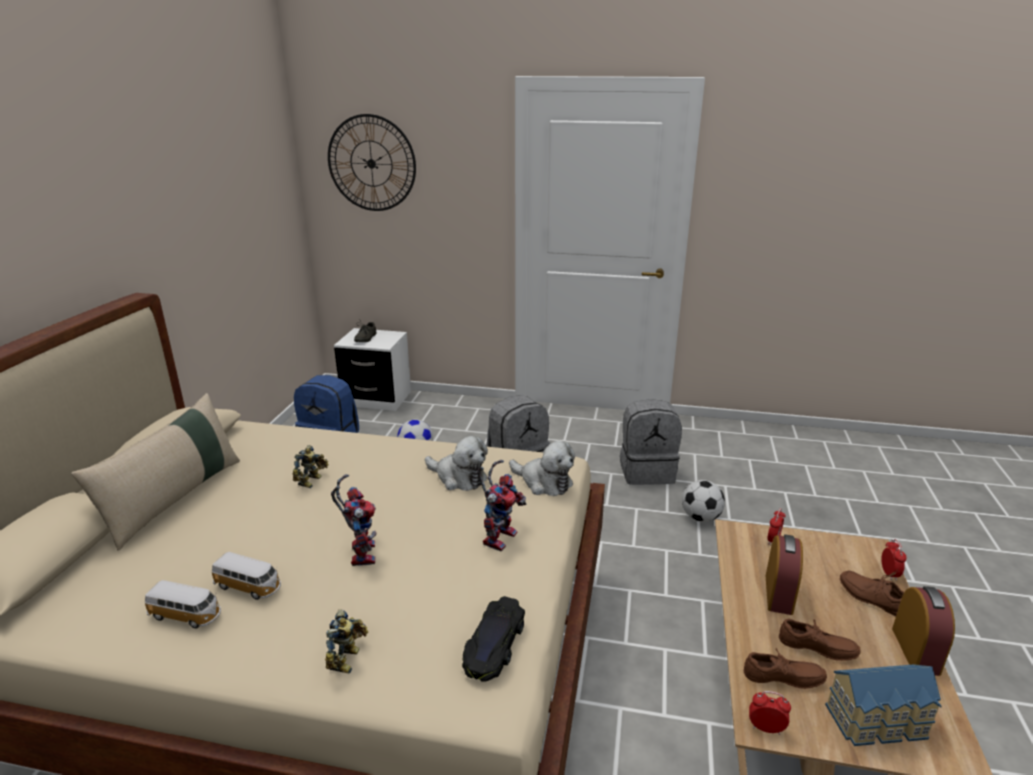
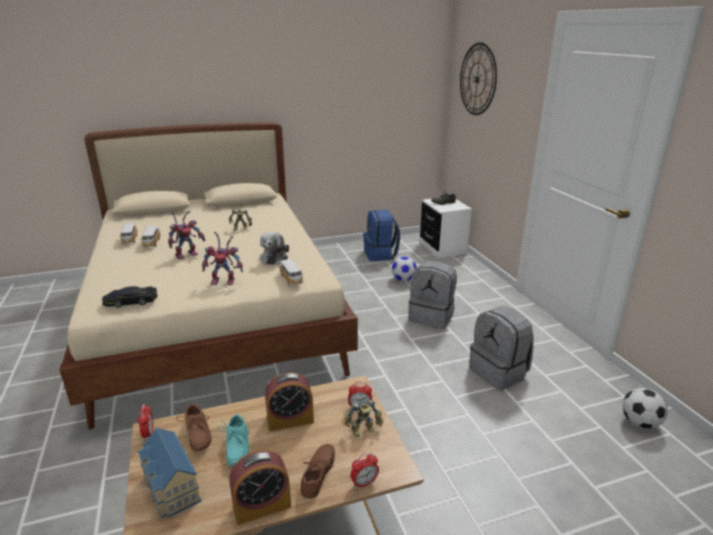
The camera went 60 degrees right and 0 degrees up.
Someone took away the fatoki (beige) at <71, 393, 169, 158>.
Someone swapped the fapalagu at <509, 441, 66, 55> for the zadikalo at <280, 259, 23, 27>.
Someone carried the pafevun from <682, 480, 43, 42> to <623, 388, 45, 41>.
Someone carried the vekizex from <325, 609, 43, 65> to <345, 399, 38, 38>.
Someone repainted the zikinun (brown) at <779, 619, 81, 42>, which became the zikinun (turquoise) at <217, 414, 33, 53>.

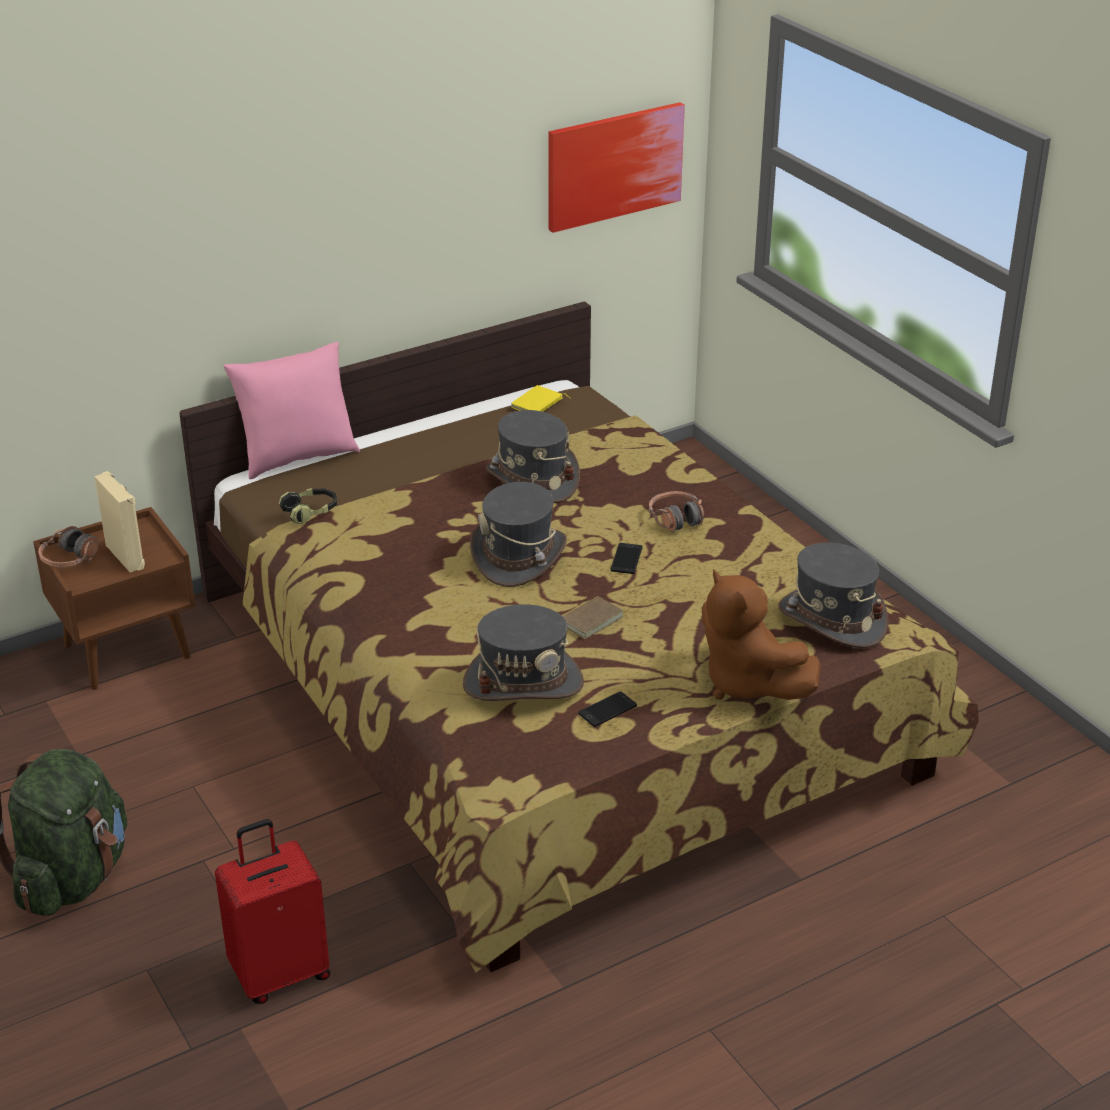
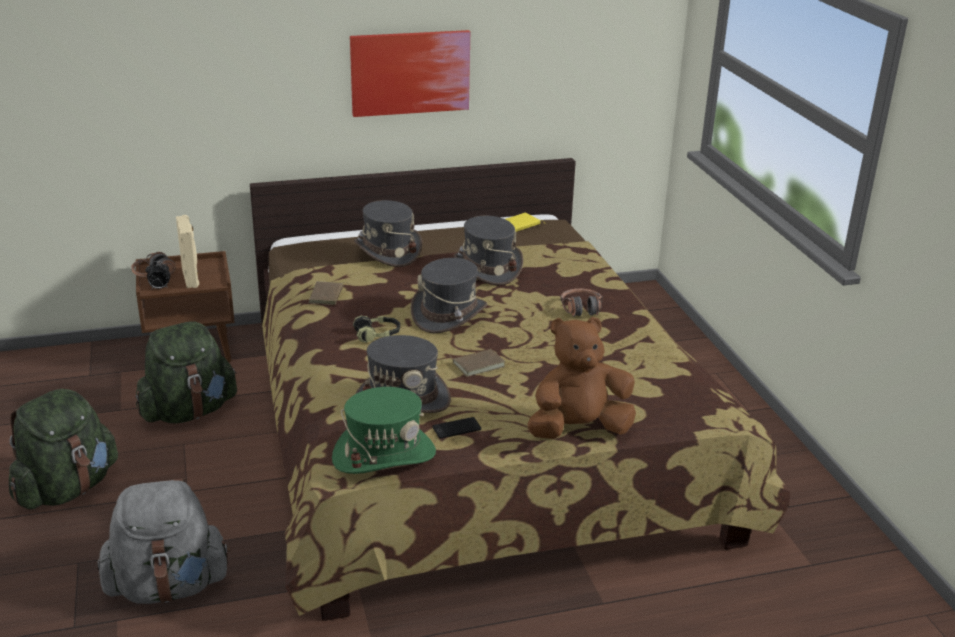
The camera went 15 degrees right and 5 degrees down.
Someone carried the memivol from <548, 102, 137, 131> to <350, 30, 120, 87>.
Someone took away the fatoki (pink) at <224, 342, 136, 137>.
Someone carried the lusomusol from <279, 488, 58, 36> to <353, 315, 47, 28>.
Someone took away the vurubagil at <611, 543, 32, 31>.
Someone carried the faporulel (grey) from <778, 543, 111, 105> to <354, 200, 68, 67>.
Someone rotated the fapalagu (brown) at <702, 570, 119, 130> by 90 degrees clockwise.
Someone swapped the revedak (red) at <215, 819, 115, 185> for the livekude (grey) at <97, 479, 134, 125>.
Someone put down the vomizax at <145, 261, 25, 28>.
Someone put down the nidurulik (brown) at <309, 281, 43, 24>.
Someone put down the livekude (green) at <136, 322, 101, 102>.
Someone put down the faporulel (green) at <332, 387, 104, 87>.

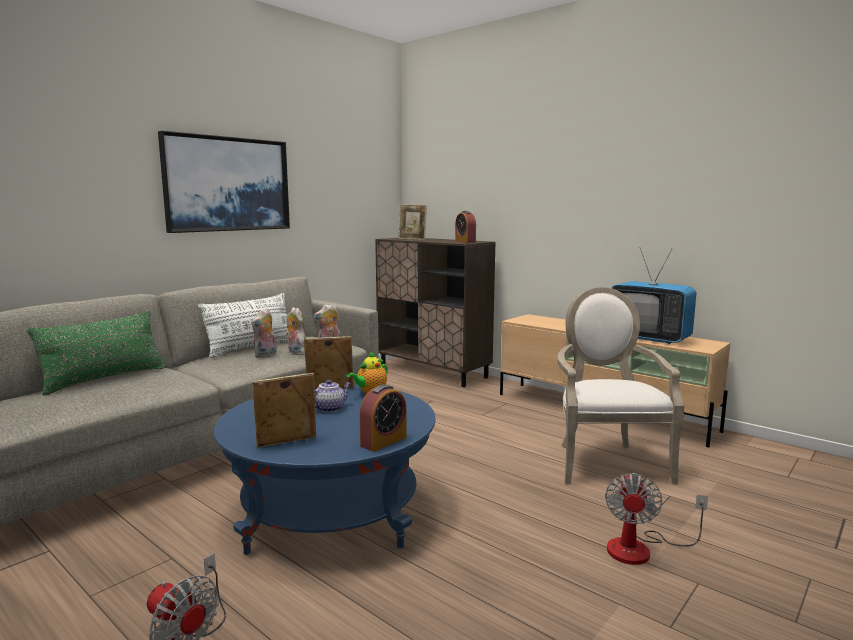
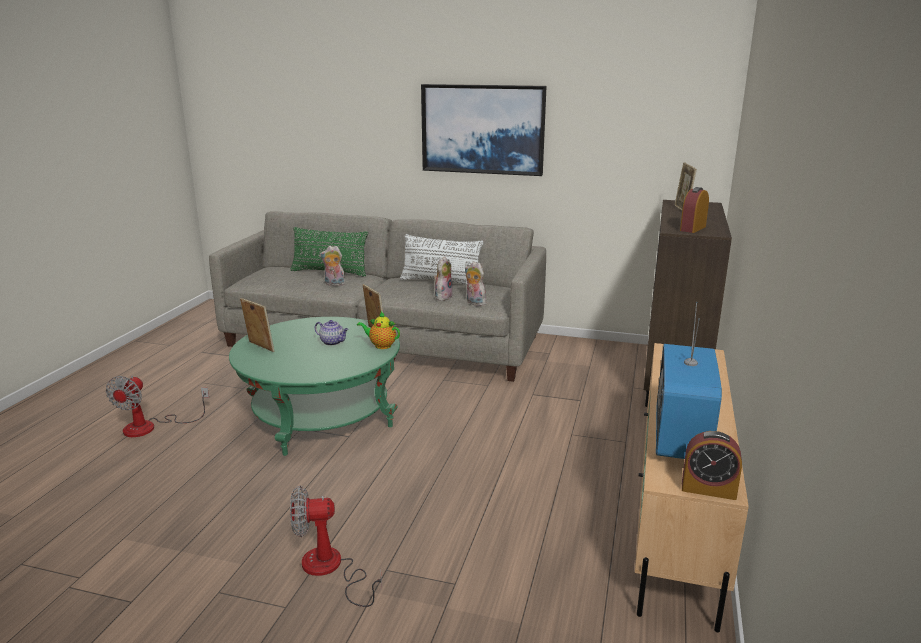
The camera went 65 degrees right and 10 degrees up.
Someone took away the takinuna at <558, 287, 126, 198>.
Someone carried the fapalagu from <251, 308, 26, 50> to <320, 246, 26, 40>.
Someone carried the vomizax from <360, 384, 47, 68> to <682, 431, 60, 69>.
Someone repainted the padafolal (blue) at <214, 385, 222, 170>, which became the padafolal (green) at <229, 317, 171, 139>.

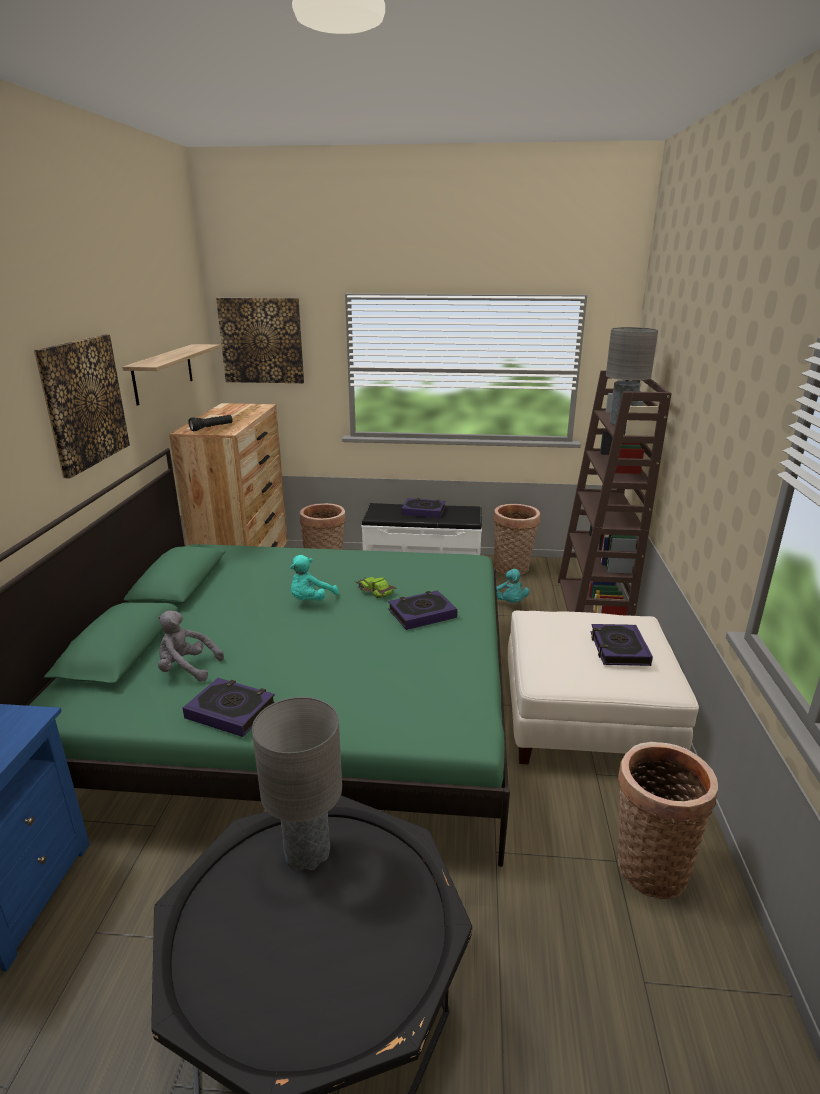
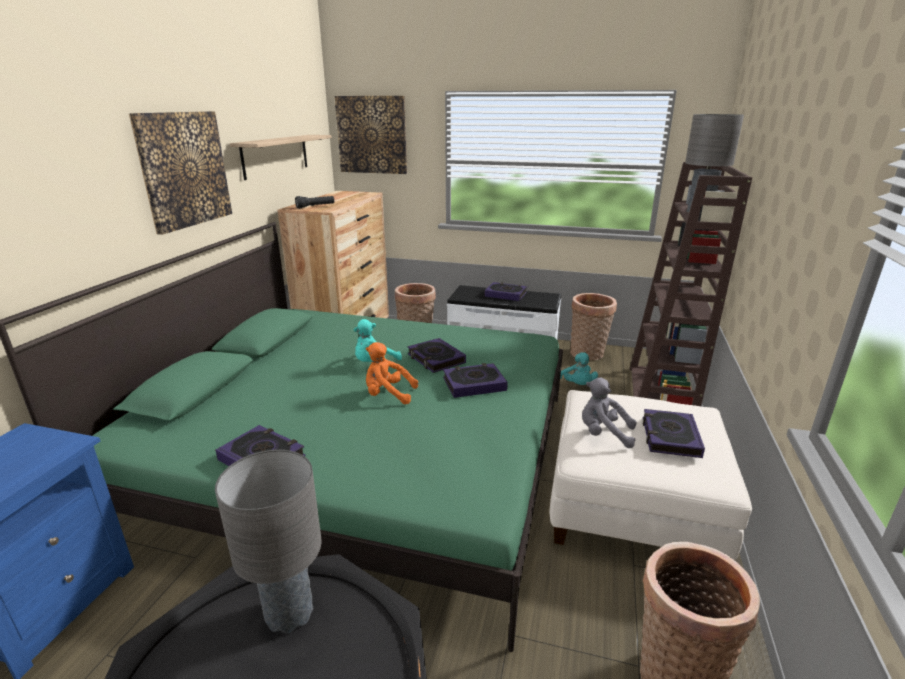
The camera went 10 degrees right and 0 degrees up.
Someone swapped the zadikalo at <353, 577, 43, 21> for the nidurulik at <408, 338, 58, 35>.
Someone carried the fapalagu (grey) from <158, 611, 66, 71> to <582, 377, 54, 71>.
Someone put down the fapalagu (orange) at <366, 342, 52, 62>.

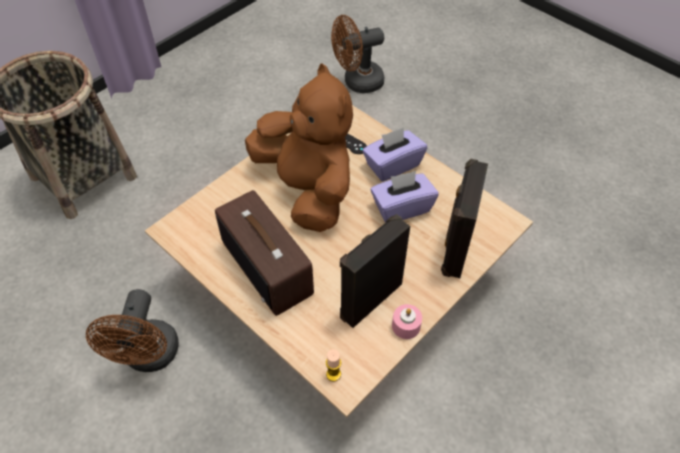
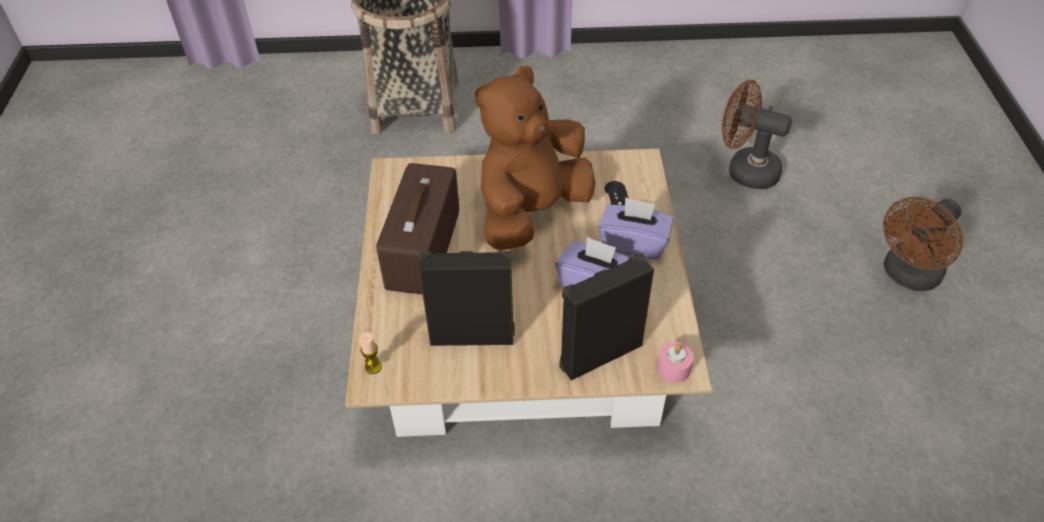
The camera went 45 degrees right and 5 degrees down.
Someone rotated the fapalagu (brown) at <245, 63, 108, 169> by 150 degrees counterclockwise.
Someone carried the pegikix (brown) from <86, 289, 93, 83> to <883, 197, 80, 94>.
Someone carried the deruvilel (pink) from <392, 304, 30, 35> to <657, 342, 36, 41>.

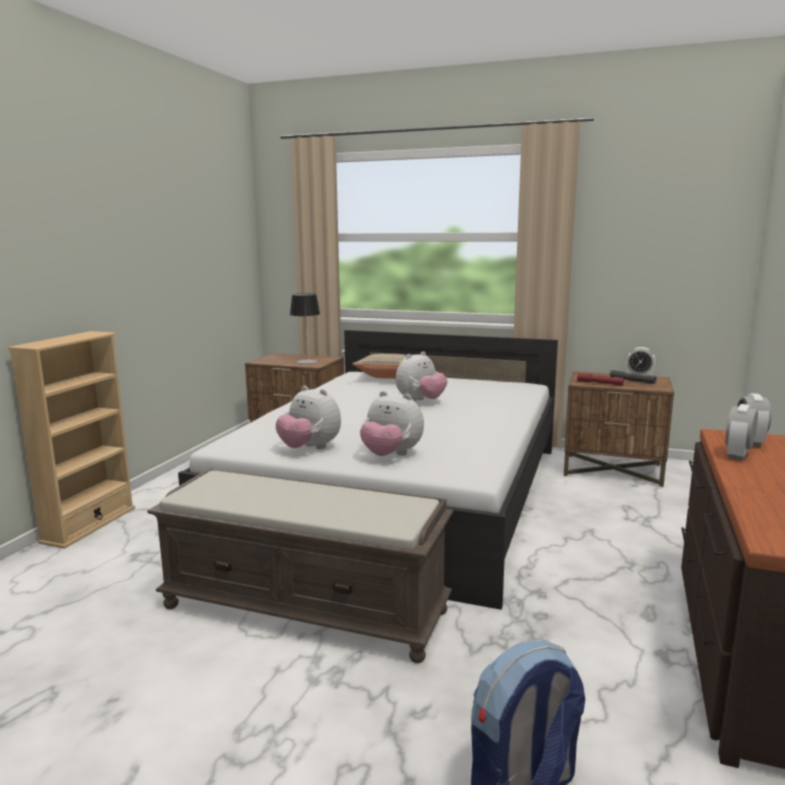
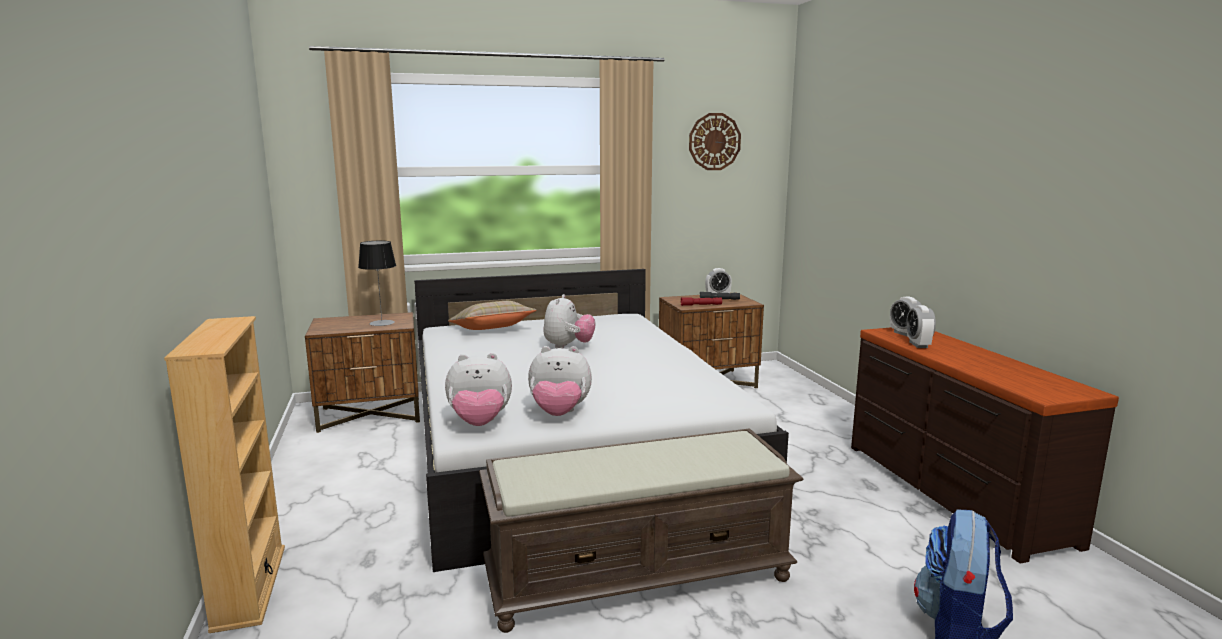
The camera went 35 degrees left and 0 degrees up.
Someone carried the fapalagu from <360, 391, 64, 65> to <445, 353, 67, 73>.
Someone put up the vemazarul at <689, 113, 52, 57>.

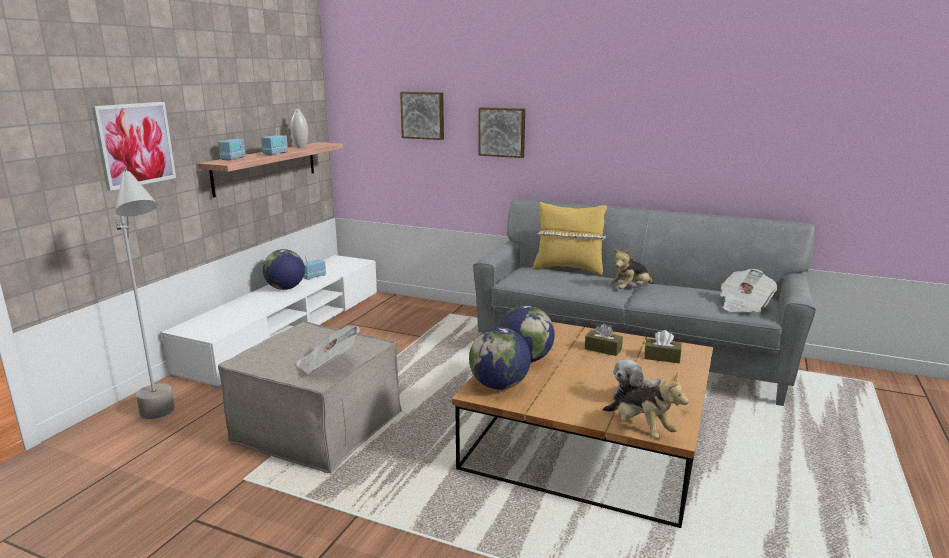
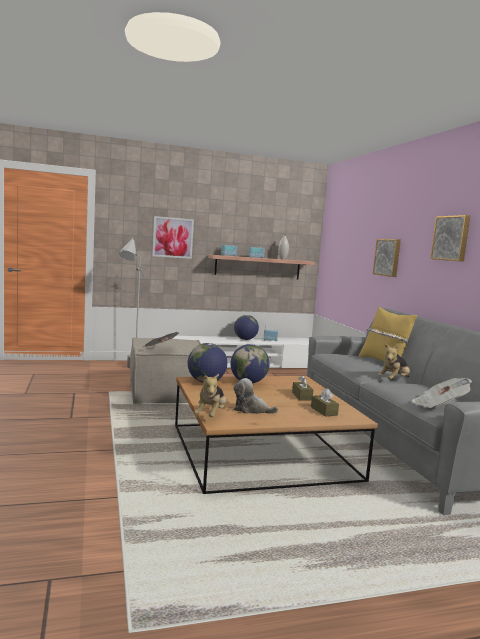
The camera went 50 degrees right and 10 degrees down.
Someone carried the memivol from <400, 92, 44, 48> to <430, 215, 40, 47>.
Someone rotated the fapalagu at <610, 249, 43, 40> by 60 degrees counterclockwise.

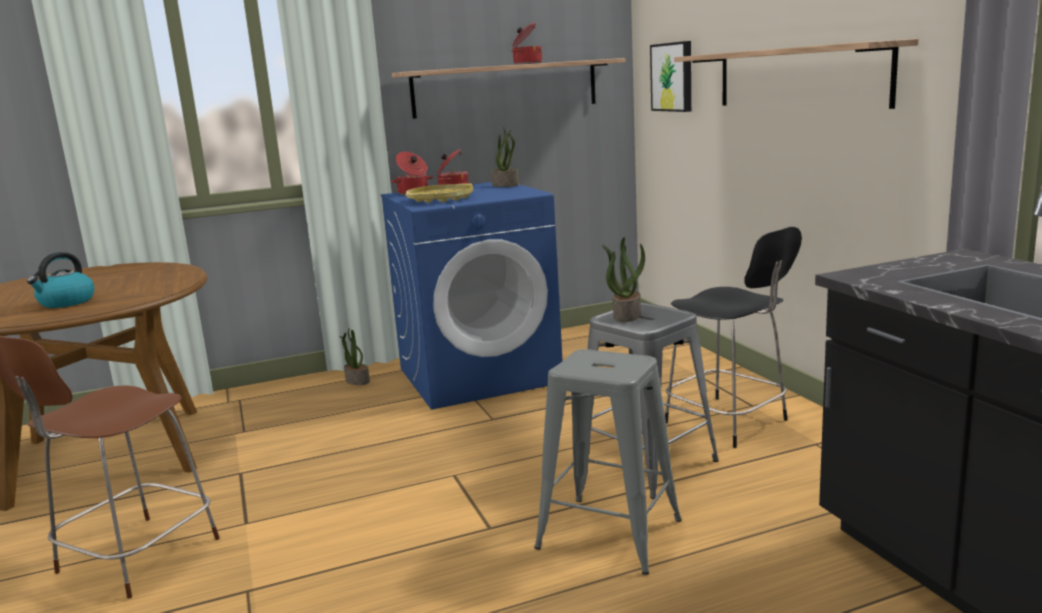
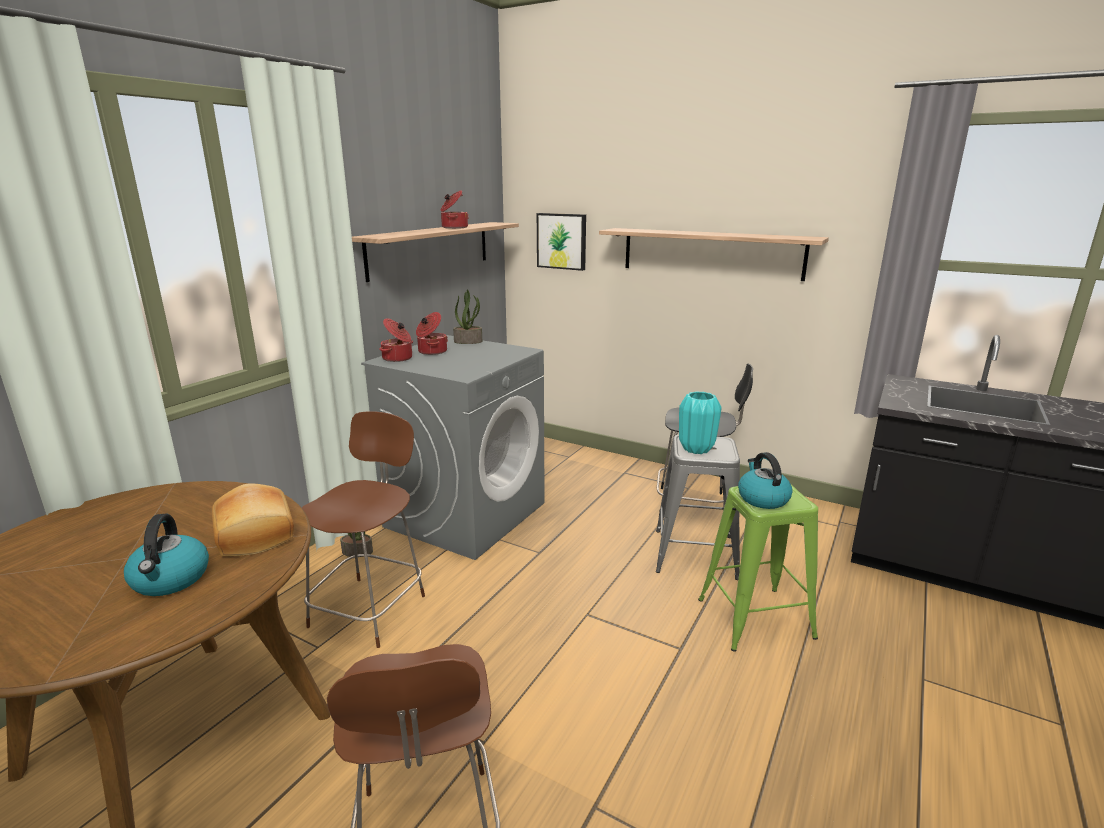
The camera went 40 degrees left and 5 degrees up.
Someone repainted the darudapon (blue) at <381, 182, 182, 228>, which became the darudapon (grey) at <361, 335, 184, 225>.
Someone took away the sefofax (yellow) at <405, 183, 68, 20>.
Someone swapped the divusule at <602, 237, 43, 85> for the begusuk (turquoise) at <679, 391, 42, 63>.
Someone repainted the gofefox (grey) at <534, 349, 148, 226>, which became the gofefox (green) at <698, 485, 120, 166>.
Someone put down the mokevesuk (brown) at <302, 411, 123, 237>.
Someone put down the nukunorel at <738, 452, 55, 57>.
Someone put down the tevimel at <212, 483, 82, 73>.

